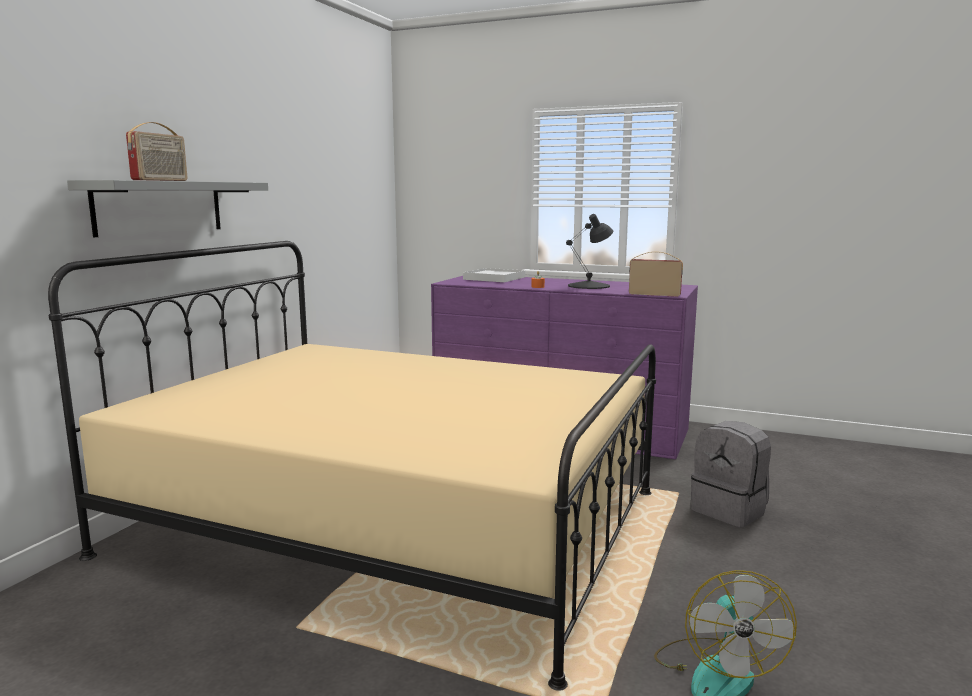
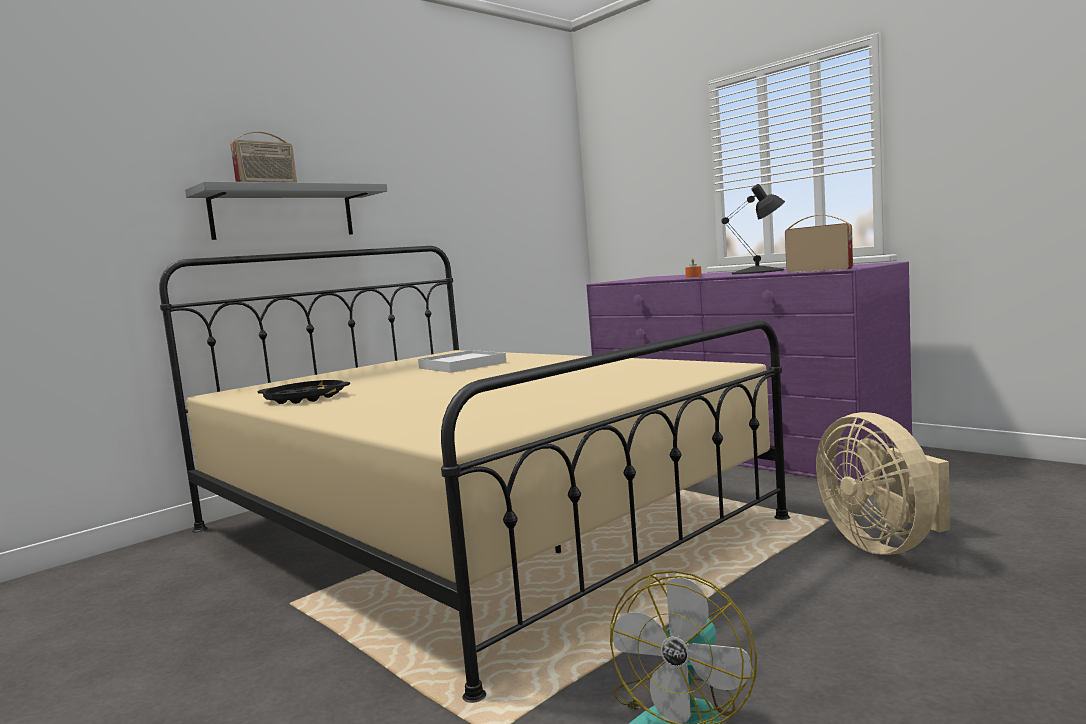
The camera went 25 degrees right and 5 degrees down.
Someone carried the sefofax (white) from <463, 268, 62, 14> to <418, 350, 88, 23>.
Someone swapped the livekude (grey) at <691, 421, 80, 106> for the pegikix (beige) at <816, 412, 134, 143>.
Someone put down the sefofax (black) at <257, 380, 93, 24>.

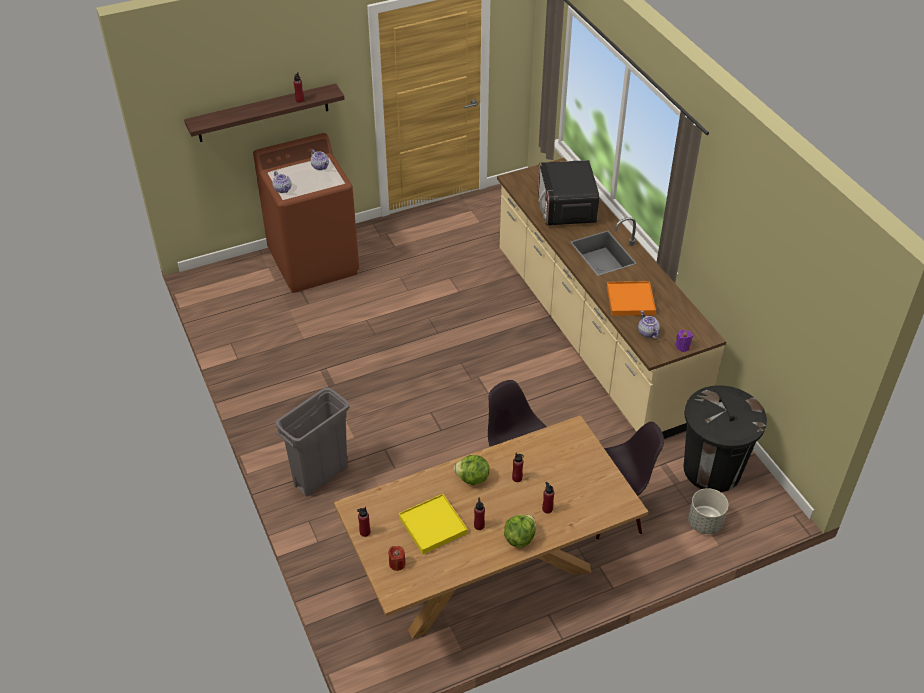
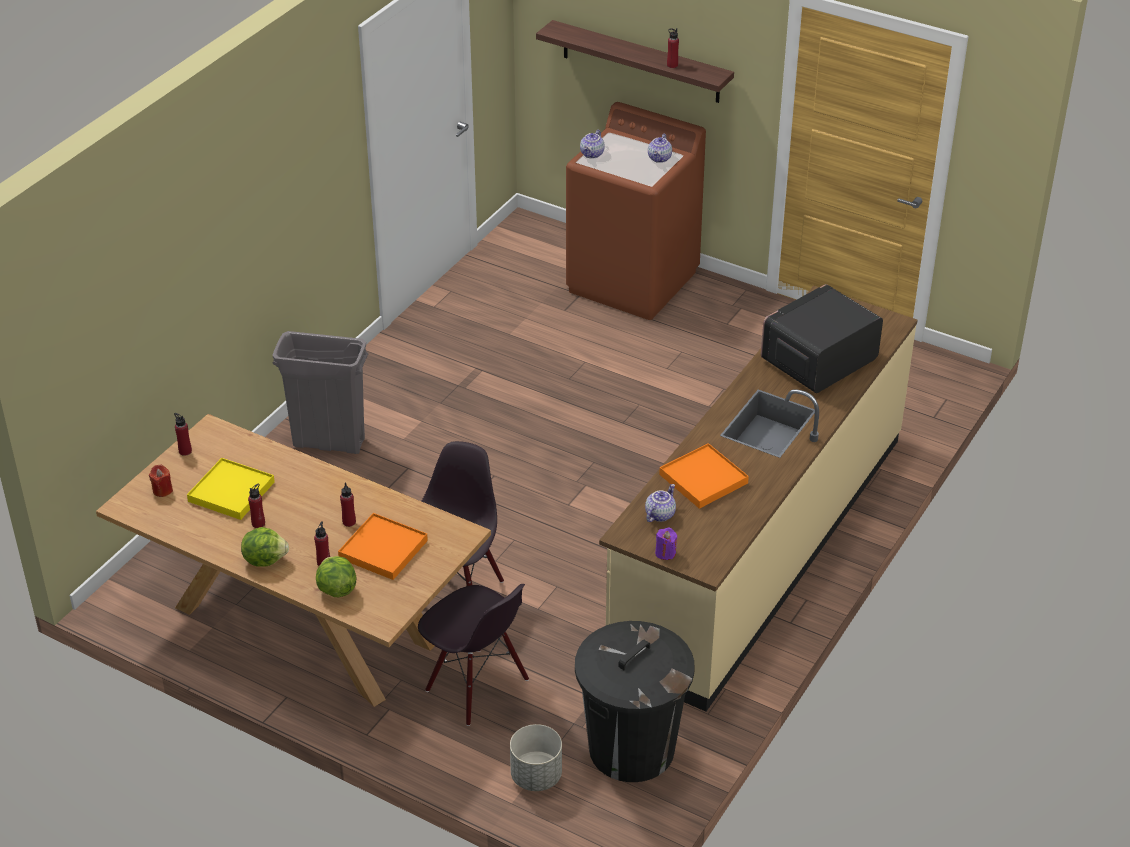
The camera went 55 degrees right and 5 degrees down.
Someone carried the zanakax from <454, 455, 35, 30> to <316, 556, 41, 41>.
Someone put down the sefofax (orange) at <338, 513, 90, 67>.

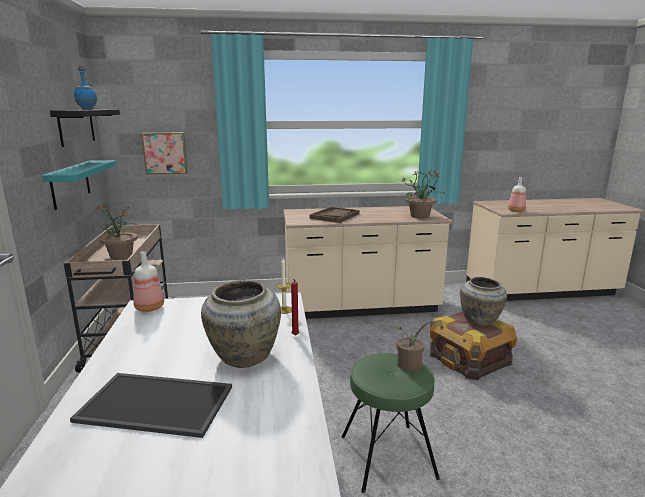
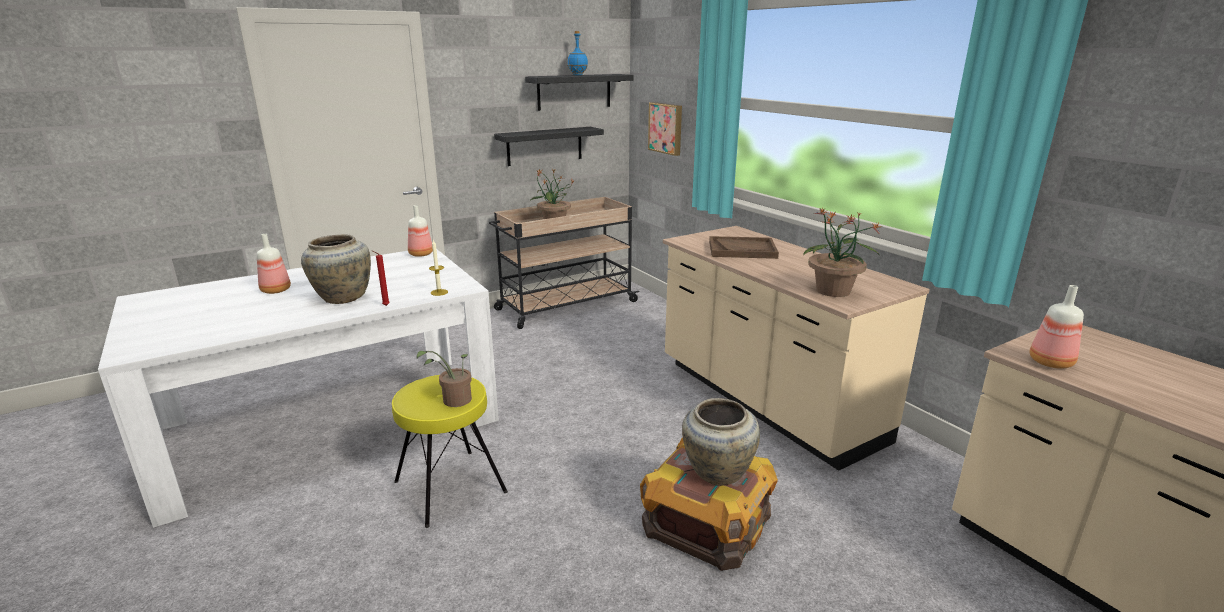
The camera went 65 degrees right and 5 degrees up.
Someone repainted the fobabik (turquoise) at <42, 160, 74, 50>, which became the fobabik (black) at <494, 127, 110, 39>.
Someone repainted the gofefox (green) at <342, 353, 98, 140>, which became the gofefox (yellow) at <392, 375, 116, 153>.
Someone swapped the sefofax at <70, 373, 162, 65> for the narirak at <257, 234, 34, 60>.

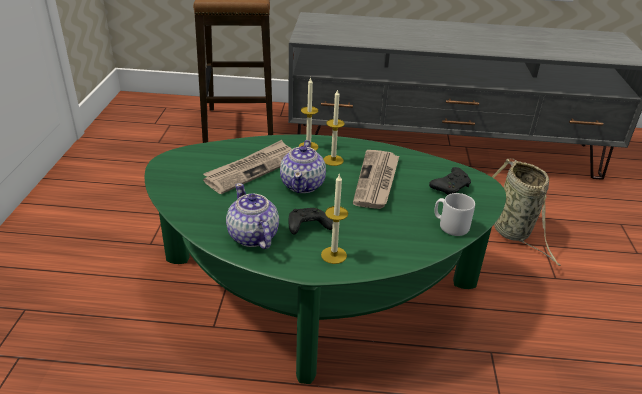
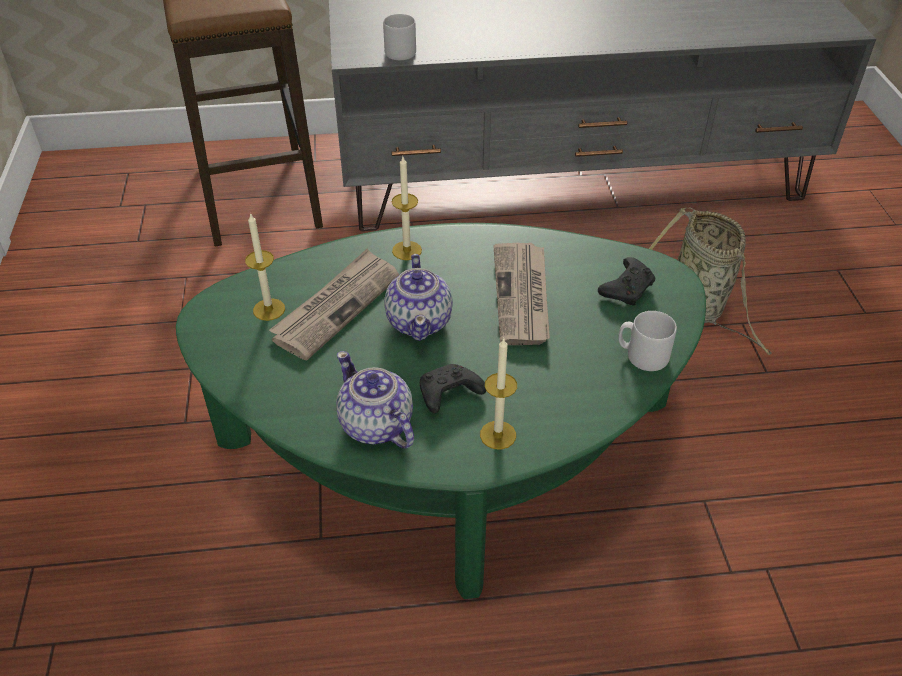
The camera went 10 degrees left and 10 degrees up.
Someone carried the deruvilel from <324, 89, 21, 77> to <245, 213, 40, 108>.
Someone put down the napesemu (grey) at <383, 14, 33, 46>.

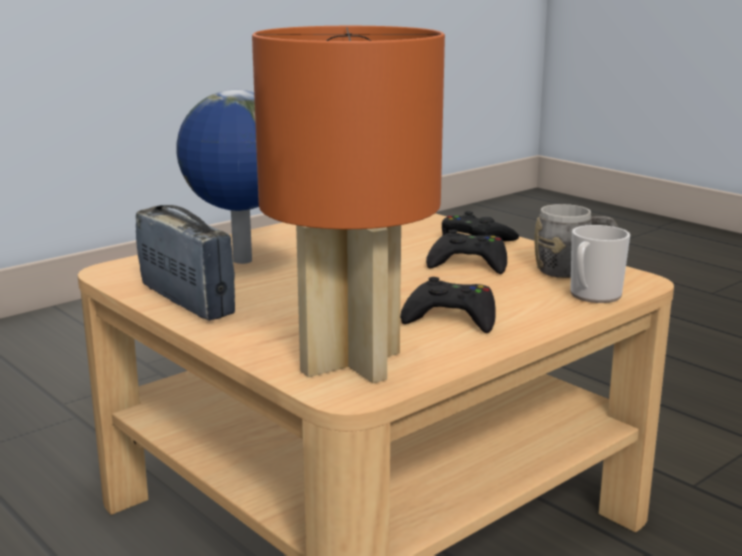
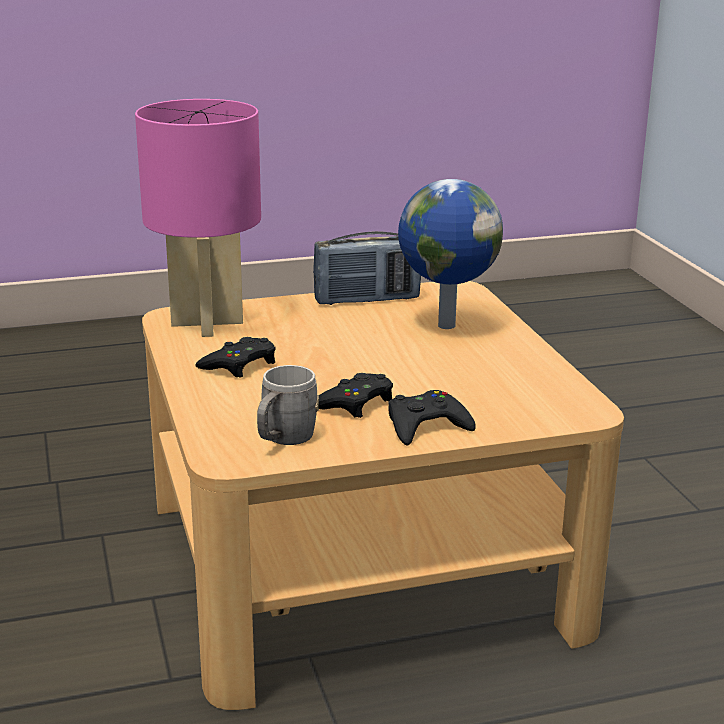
The camera went 115 degrees right and 5 degrees up.
Someone repainted the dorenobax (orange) at <252, 26, 193, 357>, which became the dorenobax (pink) at <135, 99, 126, 238>.
Someone took away the napesemu at <570, 225, 60, 78>.

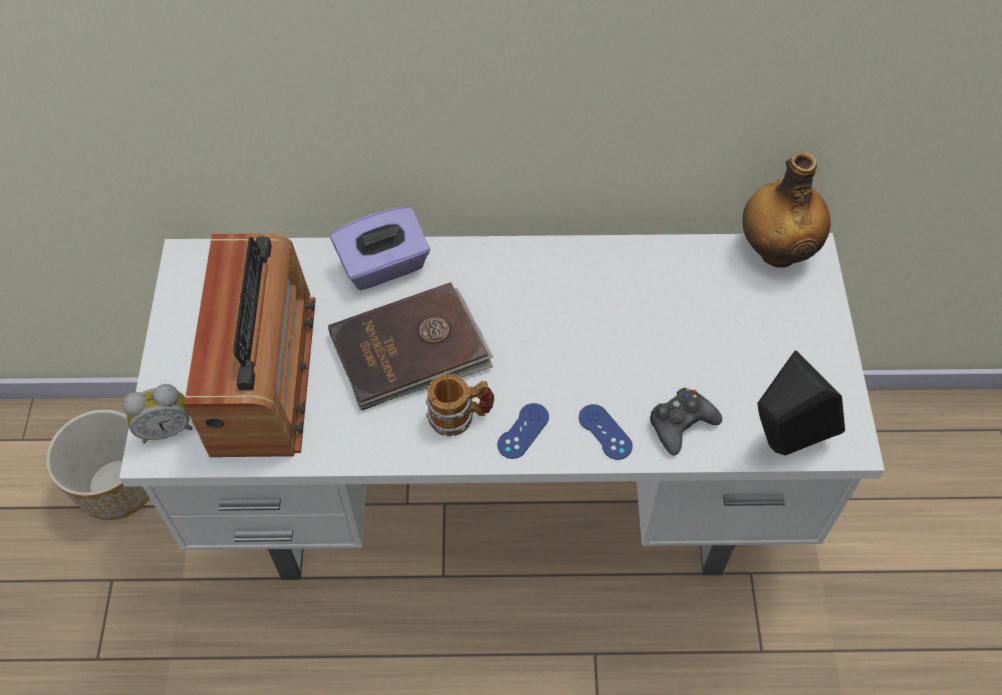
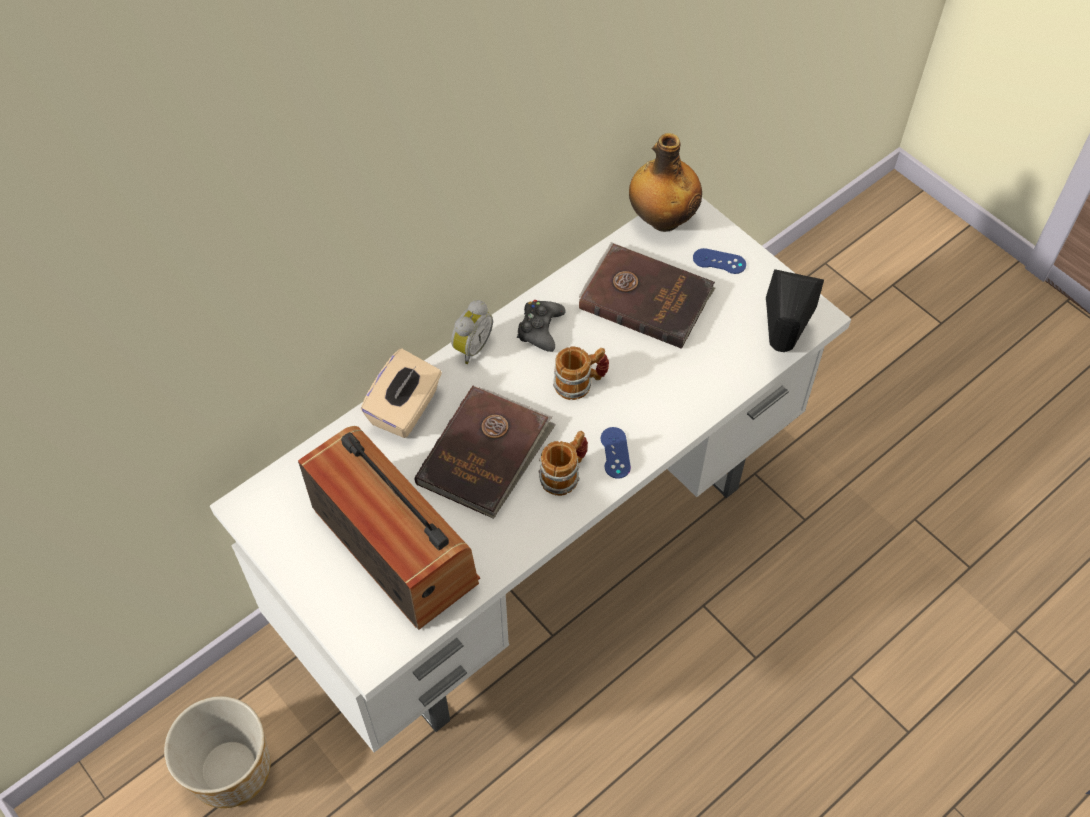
The camera went 40 degrees left and 0 degrees up.
Someone repainted the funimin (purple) at <330, 206, 100, 84>, which became the funimin (beige) at <361, 348, 81, 90>.
Someone carried the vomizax from <123, 384, 70, 60> to <451, 300, 42, 64>.
Someone carried the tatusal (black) from <650, 388, 72, 68> to <517, 300, 48, 52>.
Someone carried the tatusal (blue) from <579, 404, 54, 56> to <693, 248, 53, 26>.
Someone put down the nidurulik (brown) at <579, 242, 136, 107>.
Someone put down the napesemu at <553, 346, 56, 54>.

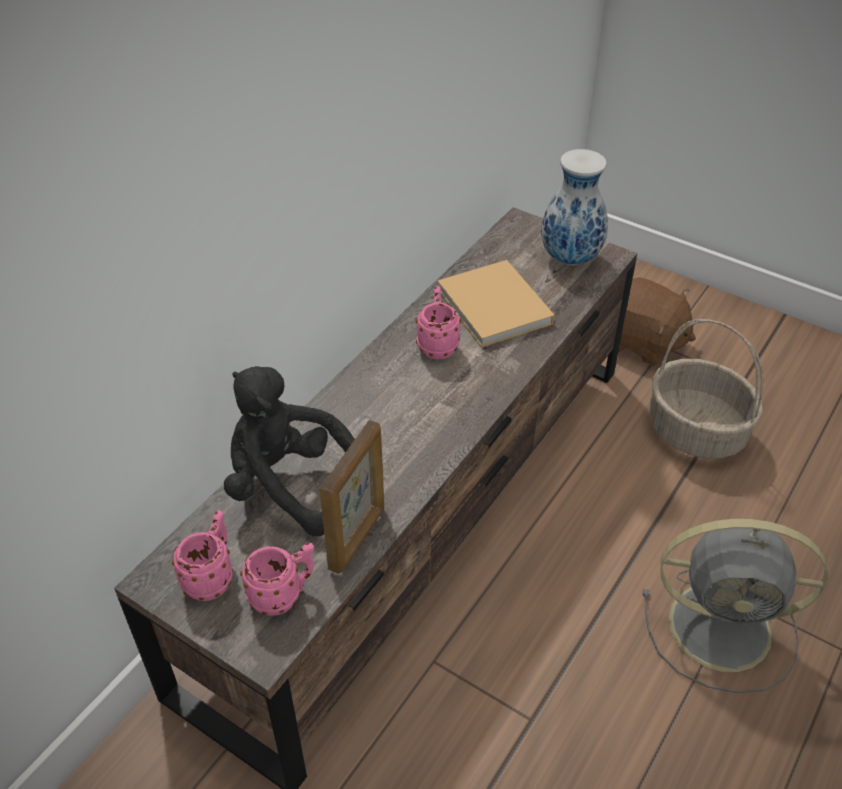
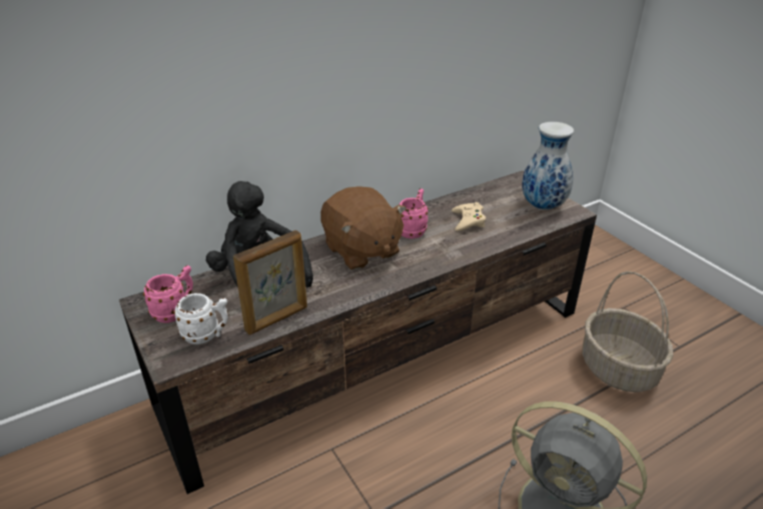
The camera went 25 degrees right and 10 degrees down.
Someone swapped the nidurulik (beige) at <437, 260, 118, 88> for the tatusal (beige) at <452, 202, 34, 29>.
Someone carried the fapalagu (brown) from <618, 277, 78, 89> to <321, 186, 85, 84>.
Someone repainted the napesemu (pink) at <240, 543, 74, 73>, which became the napesemu (white) at <174, 293, 54, 52>.

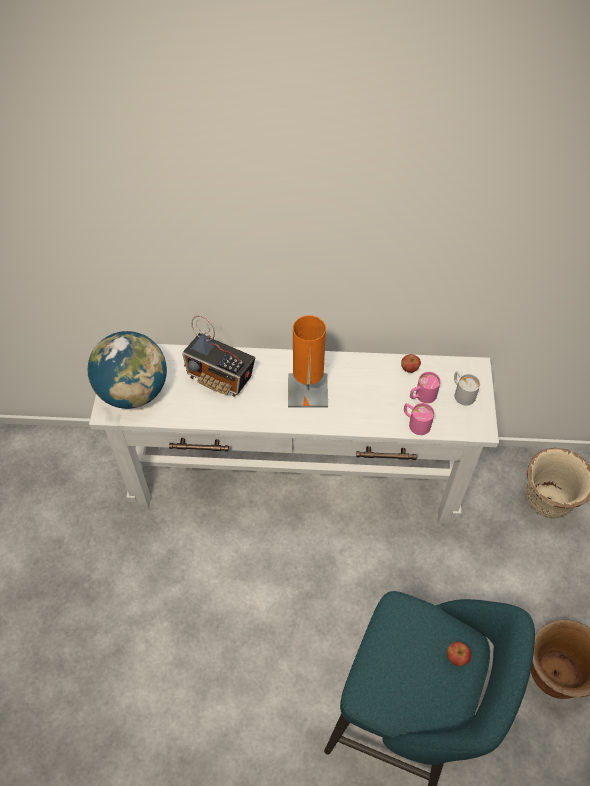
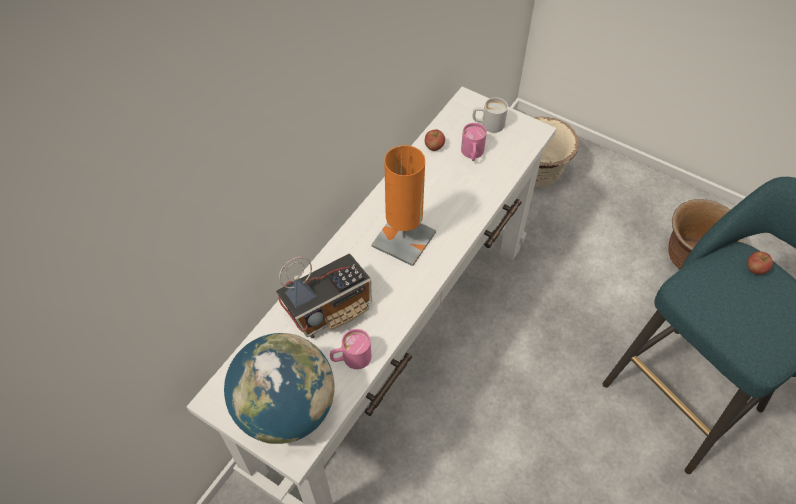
The camera went 60 degrees left and 0 degrees up.
Someone carried the napesemu (pink) from <404, 403, 30, 32> to <330, 329, 41, 40>.

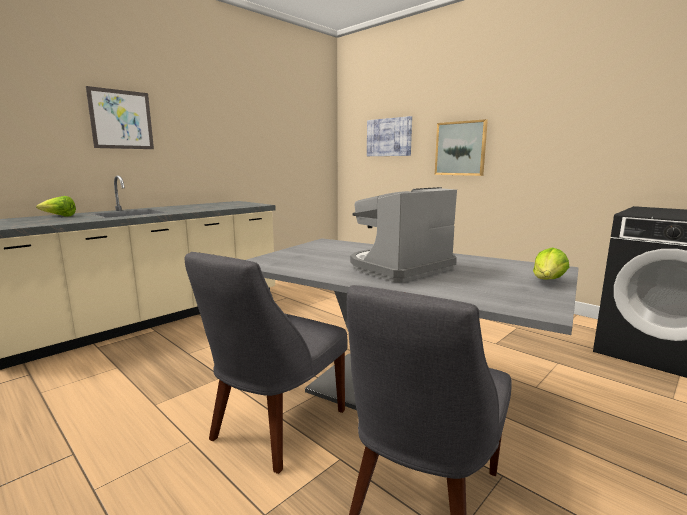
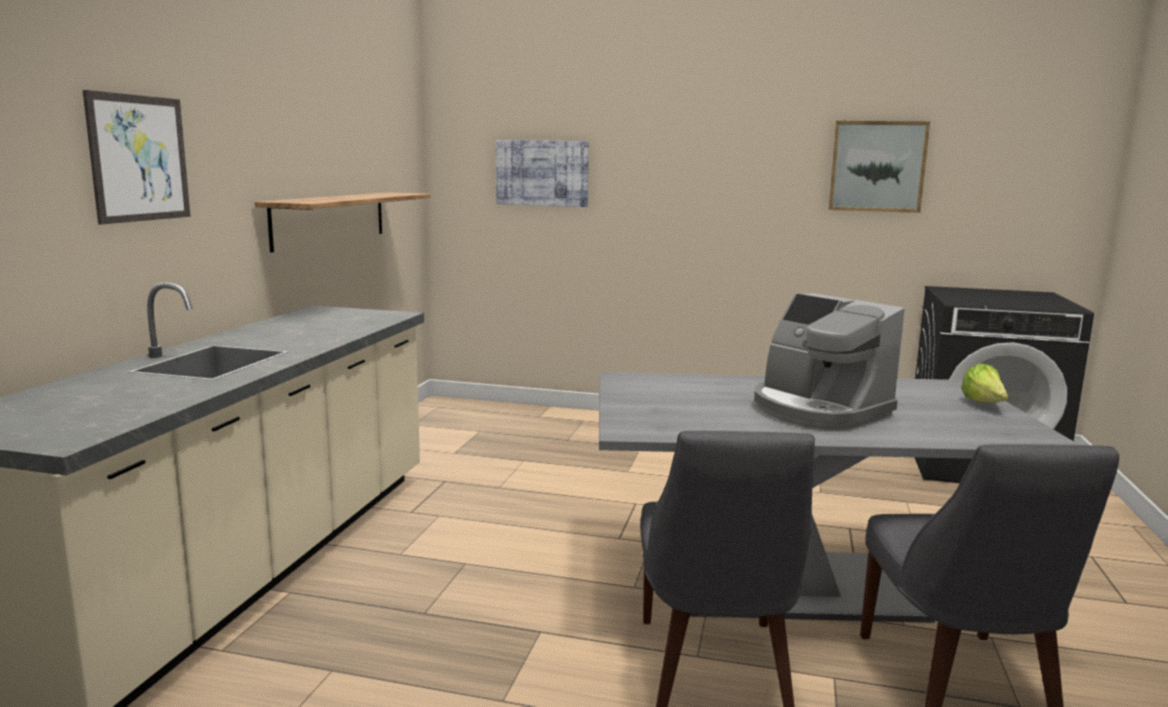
The camera went 30 degrees left and 0 degrees up.
Someone carried the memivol from <435, 119, 53, 57> to <828, 121, 102, 92>.
Someone rotated the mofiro at <350, 187, 107, 95> by 60 degrees counterclockwise.
Someone took away the zanakax at <36, 196, 40, 21>.
Someone put up the fobabik at <255, 192, 175, 60>.

